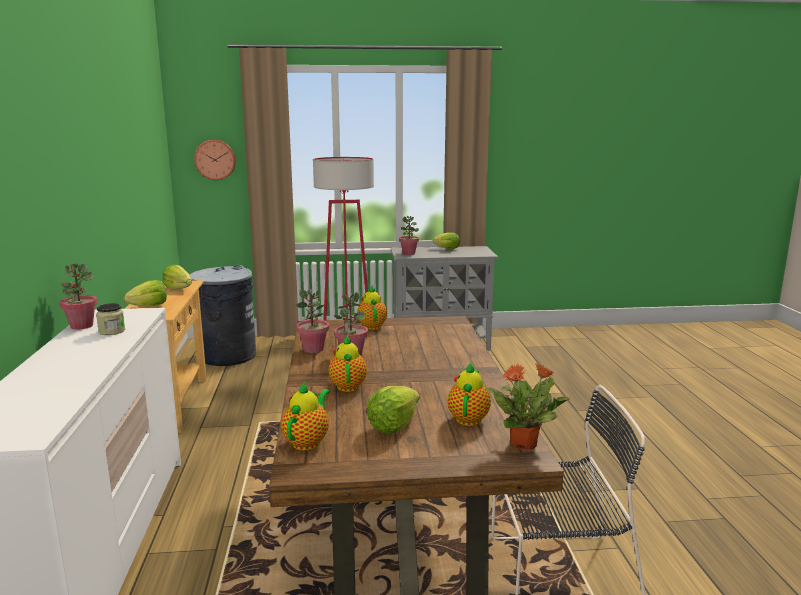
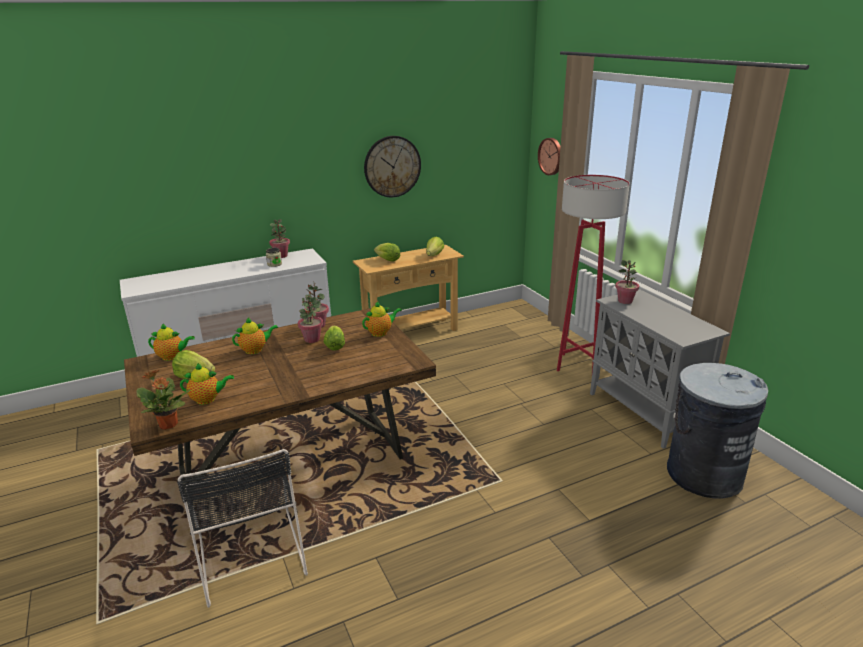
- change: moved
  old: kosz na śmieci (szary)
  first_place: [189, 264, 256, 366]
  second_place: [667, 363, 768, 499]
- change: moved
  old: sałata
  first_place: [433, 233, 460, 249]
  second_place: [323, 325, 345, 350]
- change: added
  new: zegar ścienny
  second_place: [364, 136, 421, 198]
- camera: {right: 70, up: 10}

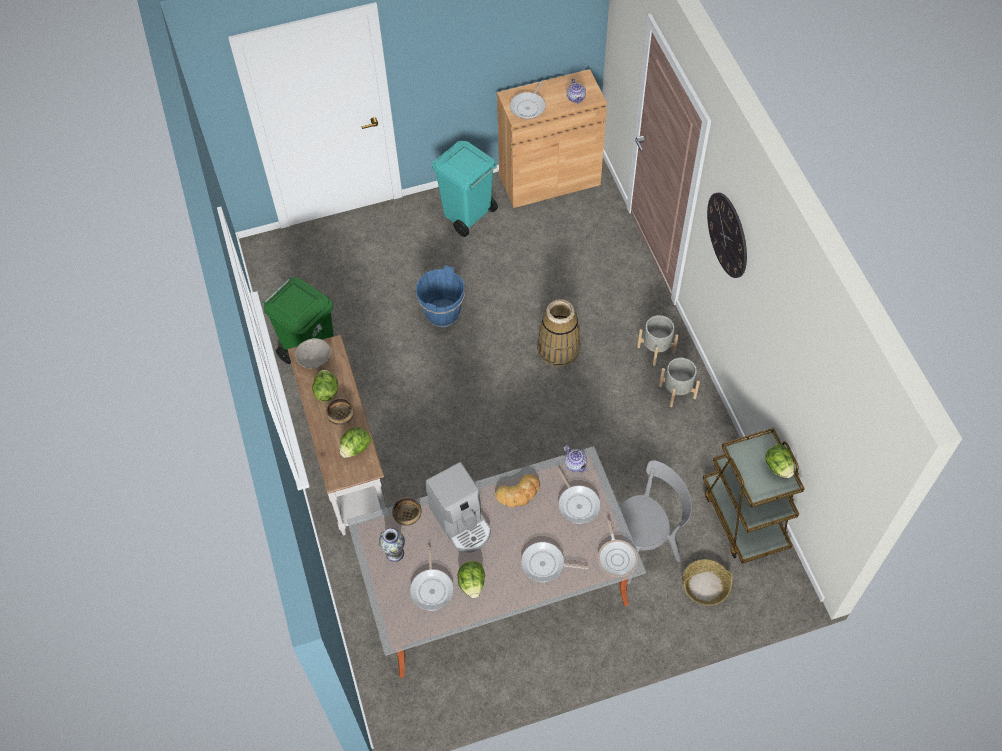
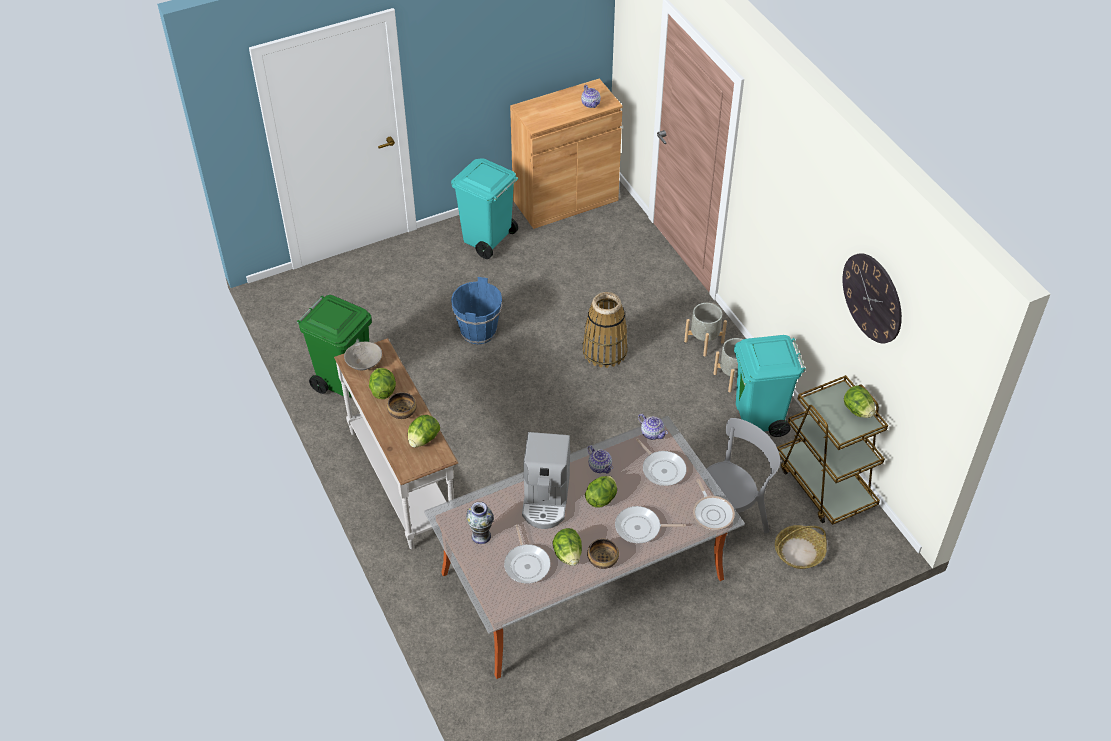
- change: moved
  old: miska
  first_place: [392, 497, 421, 526]
  second_place: [587, 538, 619, 569]
- change: turned
  old: ekspres do kawy
  first_place: [425, 462, 491, 552]
  second_place: [522, 432, 571, 529]
  degrees: 45
- change: replaced
  old: chleb
  new: imbryk
  first_place: [495, 474, 540, 507]
  second_place: [587, 445, 613, 473]
- change: removed
  old: patelnia
  first_place: [510, 81, 546, 119]
- change: moved
  old: zegar ścienny
  first_place: [707, 192, 747, 278]
  second_place: [843, 253, 902, 343]
- change: added
  new: sałata
  second_place: [585, 476, 617, 508]
- change: added
  new: kosz na śmieci (turkusowy)
  second_place: [734, 335, 806, 437]
- camera: {right: -10, up: -10}

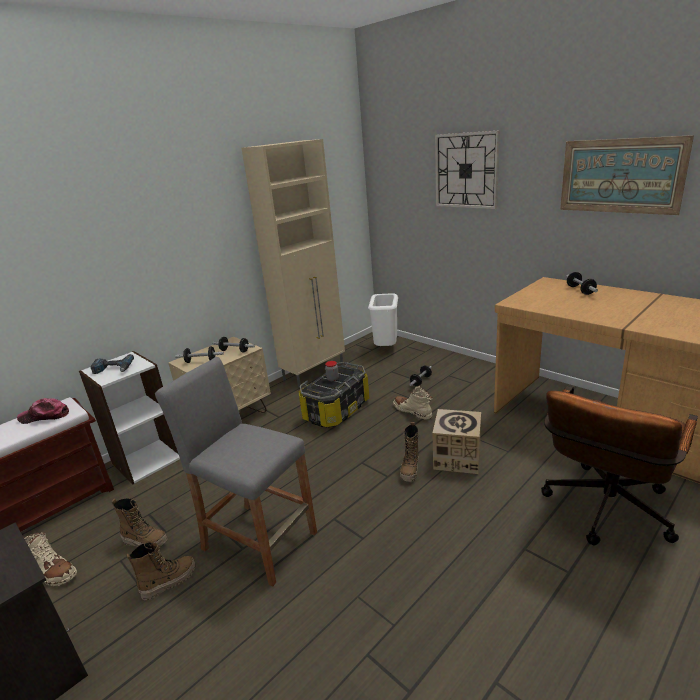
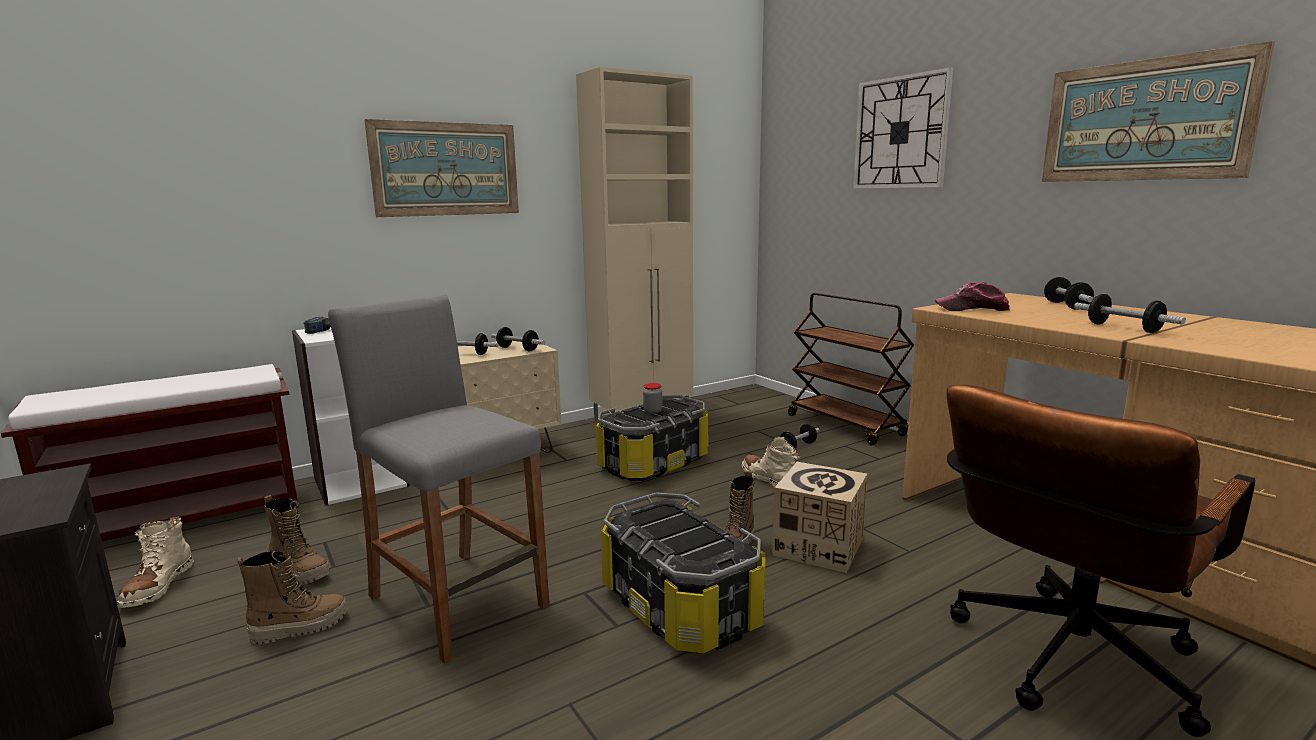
- change: moved
  old: czapka z daszkiem
  first_place: [17, 398, 69, 424]
  second_place: [935, 282, 1010, 311]
- change: turned
  old: but z cholewką (beżowy)
  first_place: [23, 532, 77, 586]
  second_place: [117, 516, 194, 608]
  degrees: 45
- change: removed
  old: kosz na śmieci (biały)
  first_place: [368, 293, 398, 346]
- change: added
  new: obraz
  second_place: [365, 119, 519, 217]
- change: added
  new: pojemnik do przechowywania
  second_place: [601, 493, 765, 654]
- change: added
  new: wózek (brązowy)
  second_place: [788, 293, 914, 446]
- change: added
  new: hantel
  second_place: [1074, 294, 1186, 333]
- camera: {right: 10, up: -10}

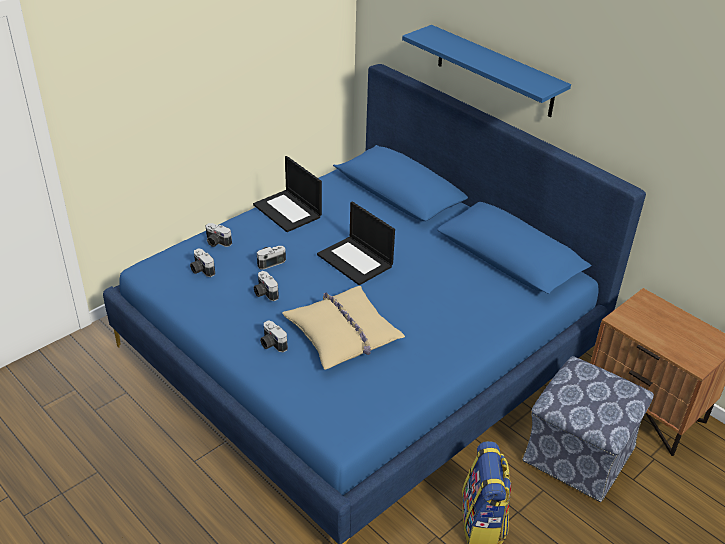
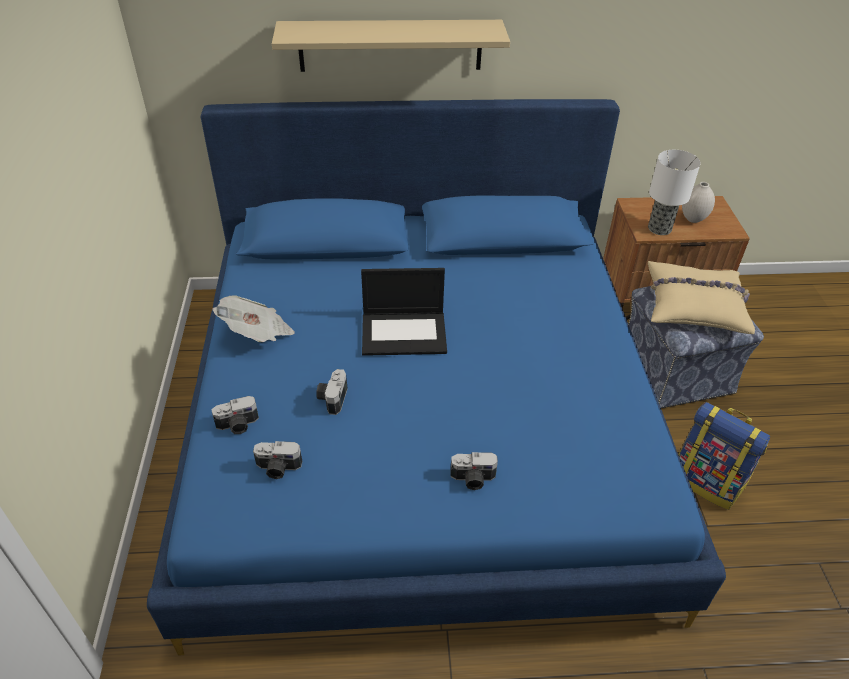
- change: replaced
  old: laptop
  new: gazeta
  first_place: [253, 156, 322, 232]
  second_place: [213, 295, 295, 343]
- change: removed
  old: aparat fotograficzny
  first_place: [254, 271, 279, 301]
- change: moved
  old: poduszka (beżowy)
  first_place: [282, 286, 405, 370]
  second_place: [648, 261, 755, 334]
- change: recoloured
  old: półka (niebieski)
  new: półka (beżowy)
  first_place: [402, 25, 571, 117]
  second_place: [272, 20, 510, 72]
- change: added
  new: lampa stołowa
  second_place: [648, 150, 701, 235]
- change: added
  new: wazon (biały)
  second_place: [682, 182, 715, 223]
- camera: {right: -50, up: 5}

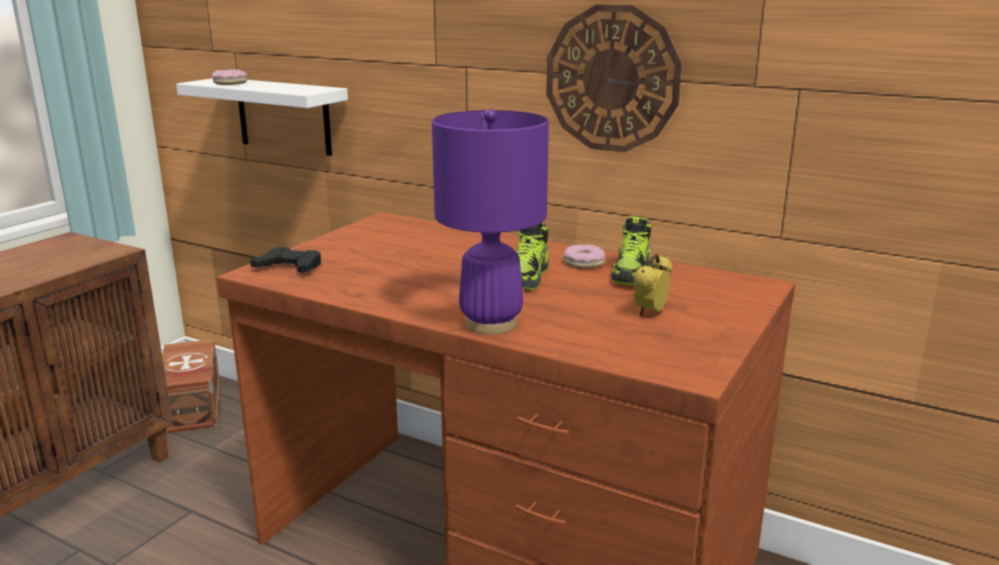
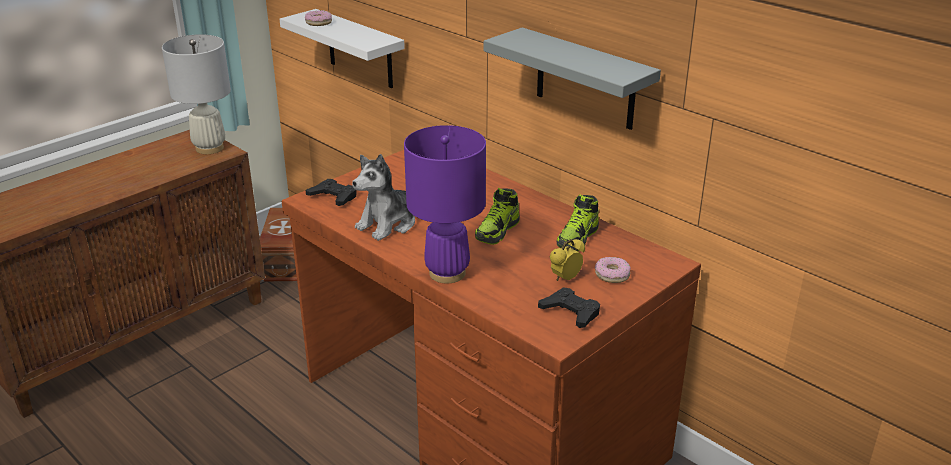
- change: replaced
  old: zegar ścienny
  new: półka (szary)
  first_place: [546, 4, 682, 153]
  second_place: [484, 27, 661, 130]
- change: moved
  old: donut
  first_place: [564, 244, 605, 269]
  second_place: [595, 257, 631, 283]
- change: added
  new: lampa stołowa (biały)
  second_place: [162, 34, 231, 154]
- change: added
  new: pluszak
  second_place: [352, 154, 415, 241]
- change: added
  new: pad do gier (czarny)
  second_place: [538, 287, 600, 328]
- camera: {right: 15, up: 10}

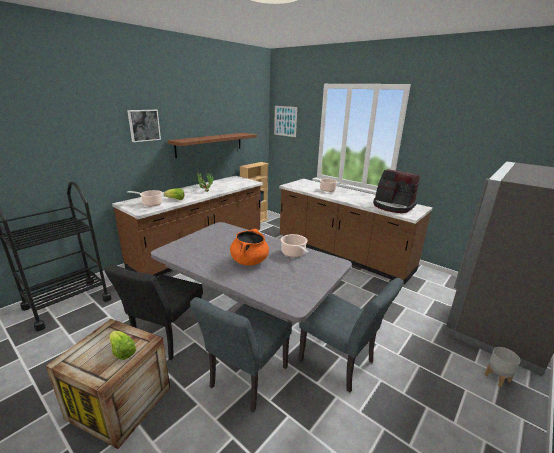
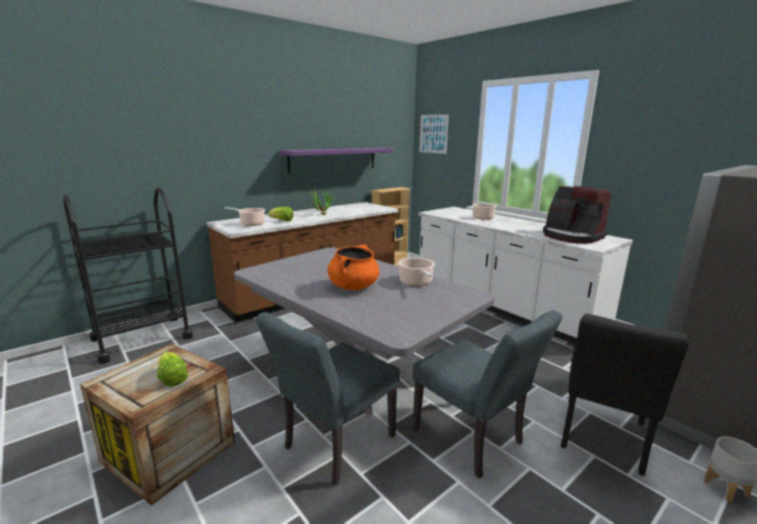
- change: moved
  old: krzesło (czarny)
  first_place: [104, 264, 203, 360]
  second_place: [561, 314, 689, 476]
- change: removed
  old: obraz
  first_place: [127, 110, 161, 142]
- change: recoloured
  old: półka (brązowy)
  new: półka (fioletowy)
  first_place: [167, 133, 257, 158]
  second_place: [279, 148, 394, 173]
- change: recoloured
  old: zabudowa kuchenna (brązowy)
  new: zabudowa kuchenna (biały)
  first_place: [279, 179, 433, 285]
  second_place: [418, 207, 633, 344]
- camera: {right: 10, up: -5}

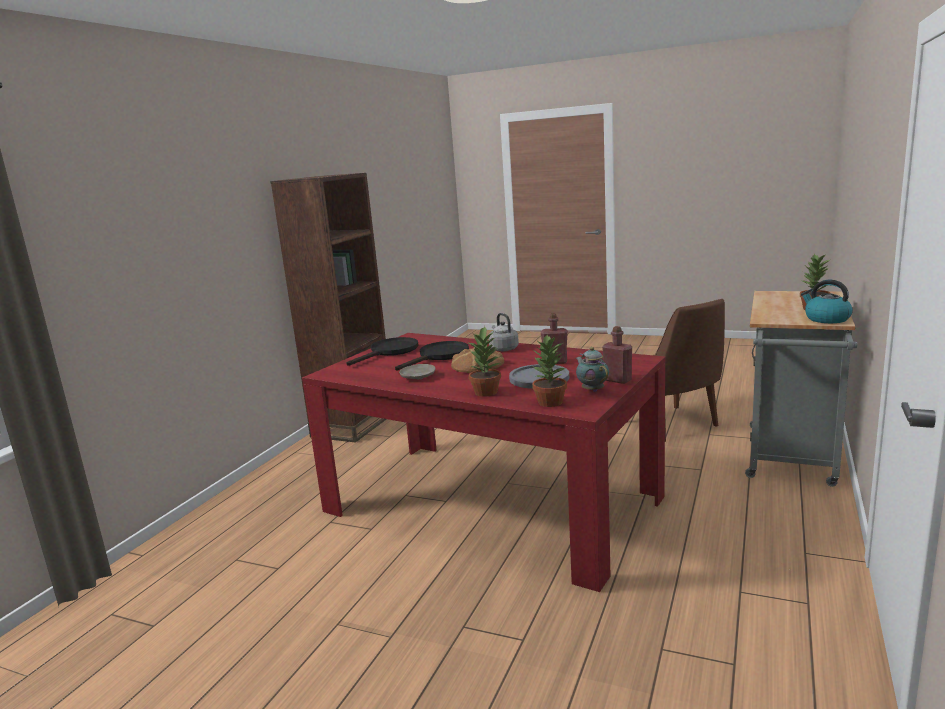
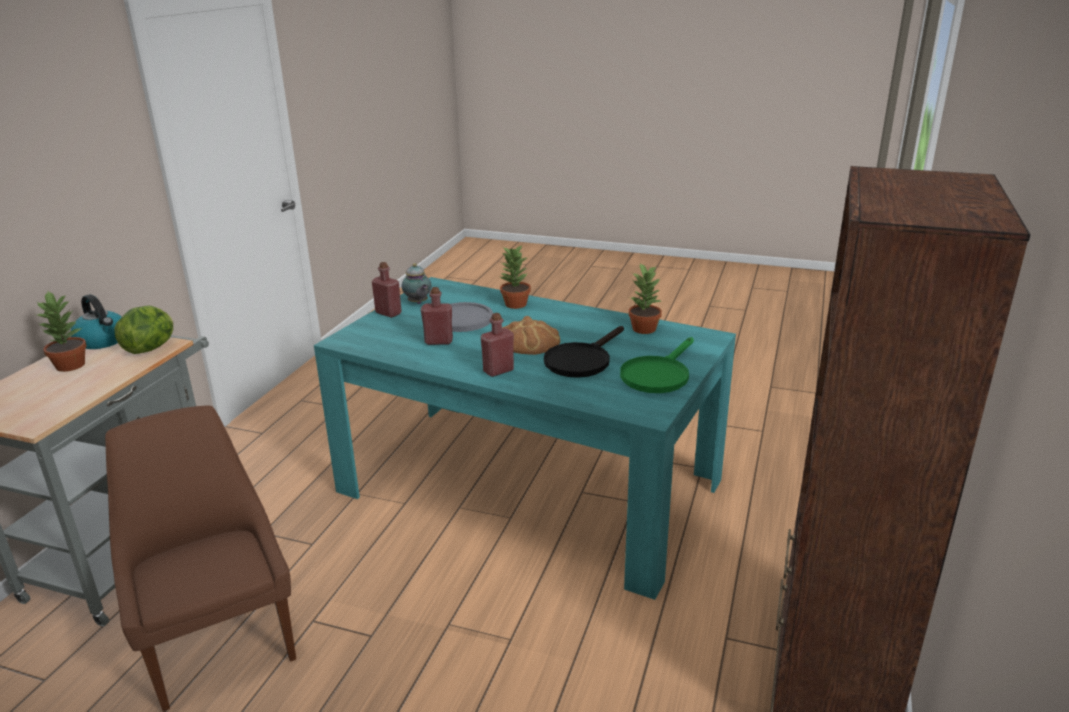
- change: recoloured
  old: stół jadalny (czerwony)
  new: stół jadalny (turkusowy)
  first_place: [302, 333, 665, 592]
  second_place: [314, 277, 736, 600]
- change: recoloured
  old: patelnia (czarny)
  new: patelnia (zielony)
  first_place: [346, 337, 419, 366]
  second_place: [620, 337, 694, 393]
- change: removed
  old: talerz (beżowy)
  first_place: [399, 364, 436, 380]
- change: replaced
  old: czajnik (szary)
  new: butelka (czerwony)
  first_place: [489, 313, 519, 351]
  second_place: [481, 313, 514, 377]
- change: moved
  old: roślina doniczkowa
  first_place: [532, 335, 567, 407]
  second_place: [629, 263, 662, 334]
- change: added
  new: sałata
  second_place: [114, 306, 174, 354]
- camera: {right: 175, up: 10}

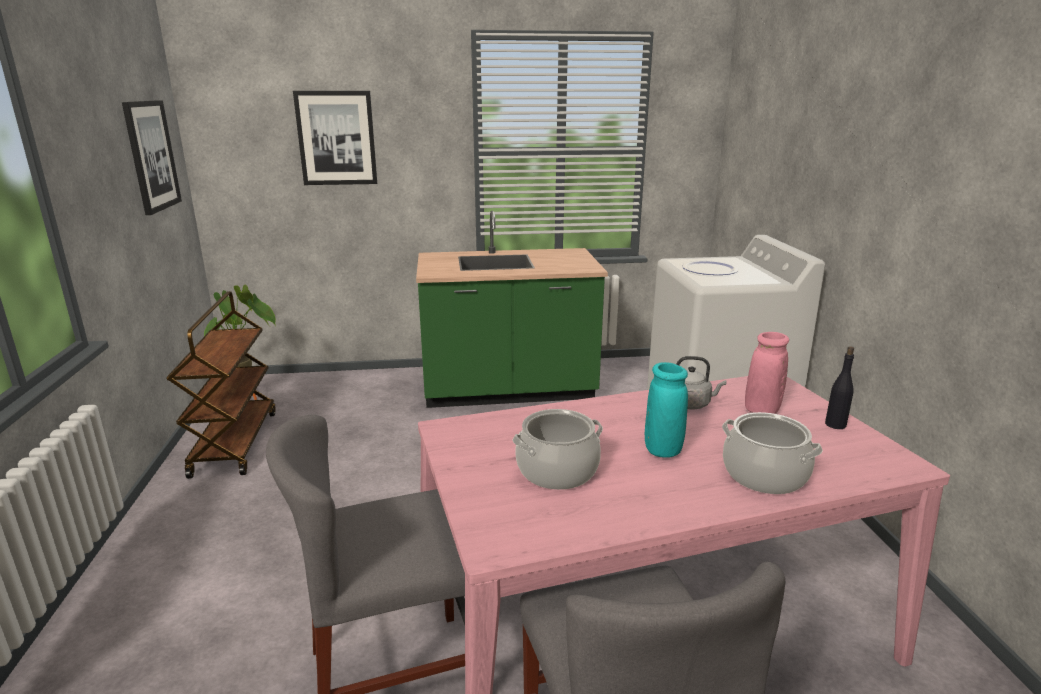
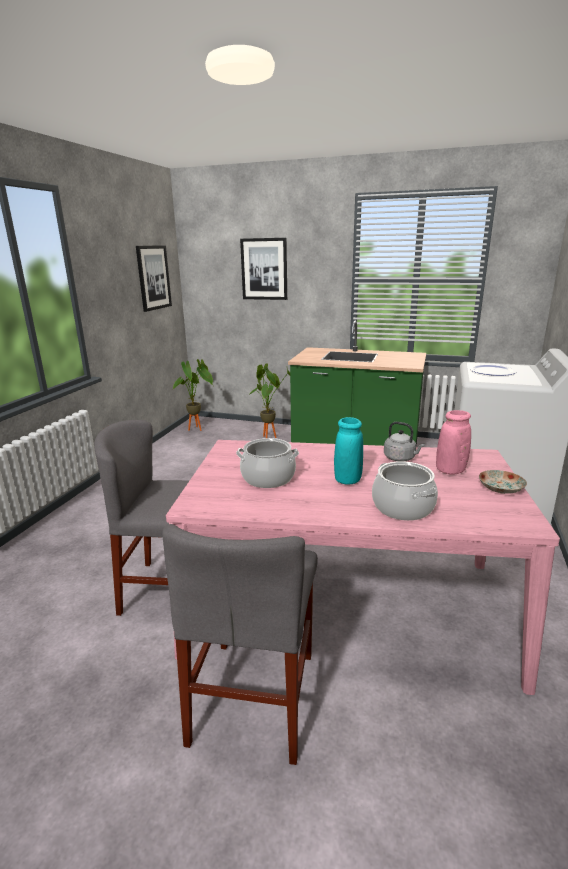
- change: removed
  old: wózek (brązowy)
  first_place: [166, 291, 276, 479]
- change: replaced
  old: butelka (czarny)
  new: talerz
  first_place: [825, 346, 854, 429]
  second_place: [479, 470, 527, 494]
- change: added
  new: roślina doniczkowa
  second_place: [249, 363, 290, 438]
- camera: {right: 25, up: 0}

